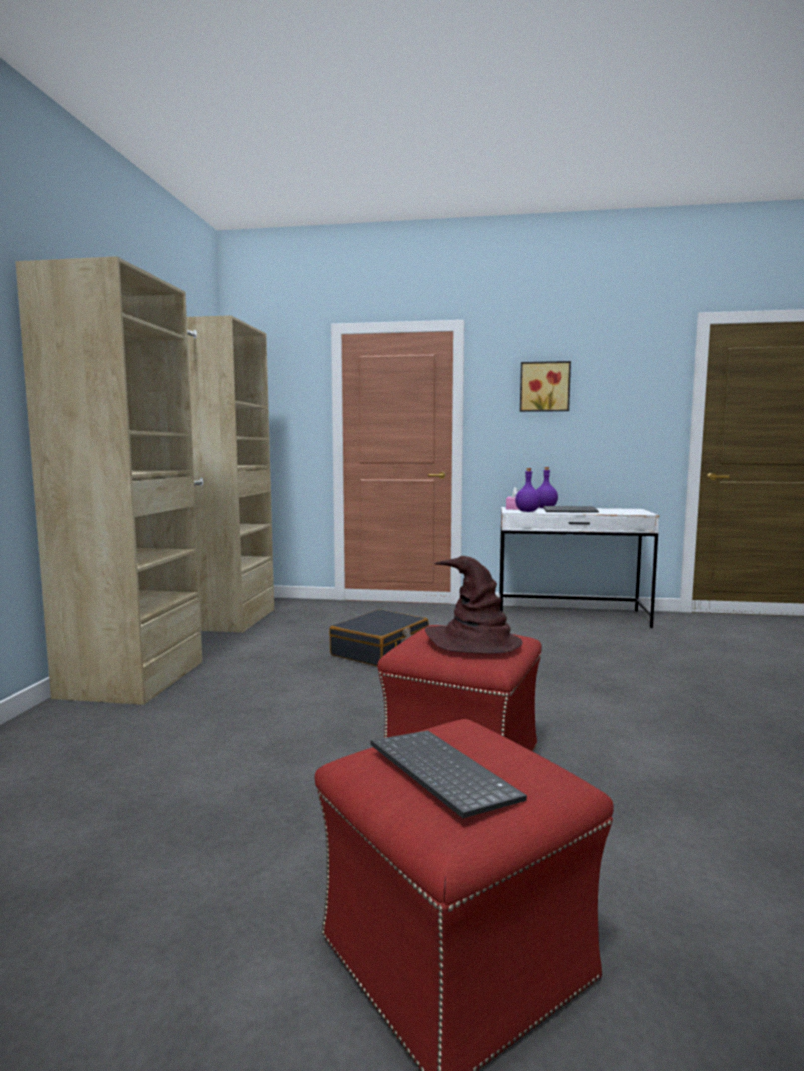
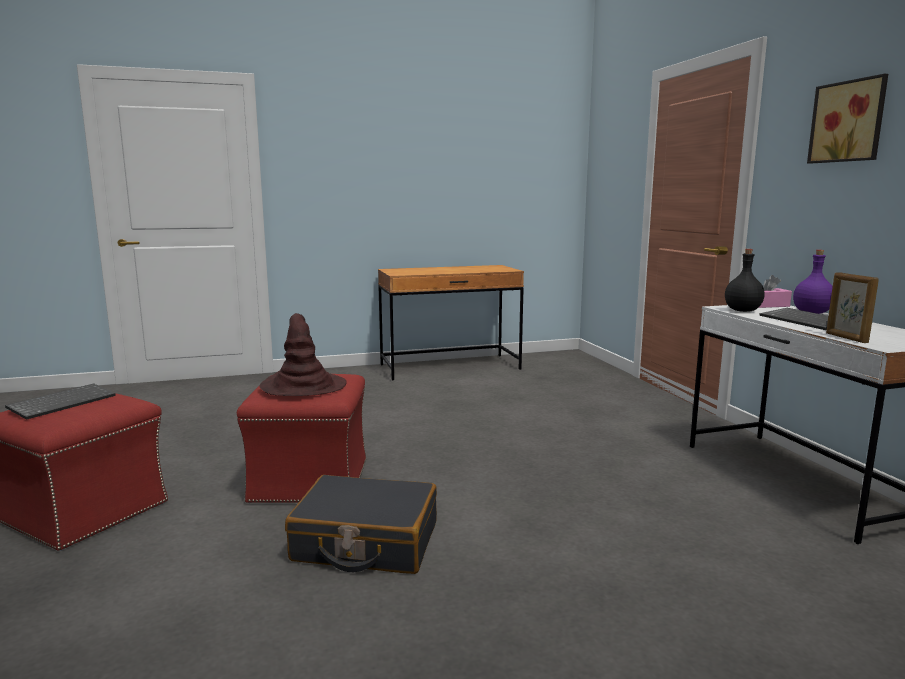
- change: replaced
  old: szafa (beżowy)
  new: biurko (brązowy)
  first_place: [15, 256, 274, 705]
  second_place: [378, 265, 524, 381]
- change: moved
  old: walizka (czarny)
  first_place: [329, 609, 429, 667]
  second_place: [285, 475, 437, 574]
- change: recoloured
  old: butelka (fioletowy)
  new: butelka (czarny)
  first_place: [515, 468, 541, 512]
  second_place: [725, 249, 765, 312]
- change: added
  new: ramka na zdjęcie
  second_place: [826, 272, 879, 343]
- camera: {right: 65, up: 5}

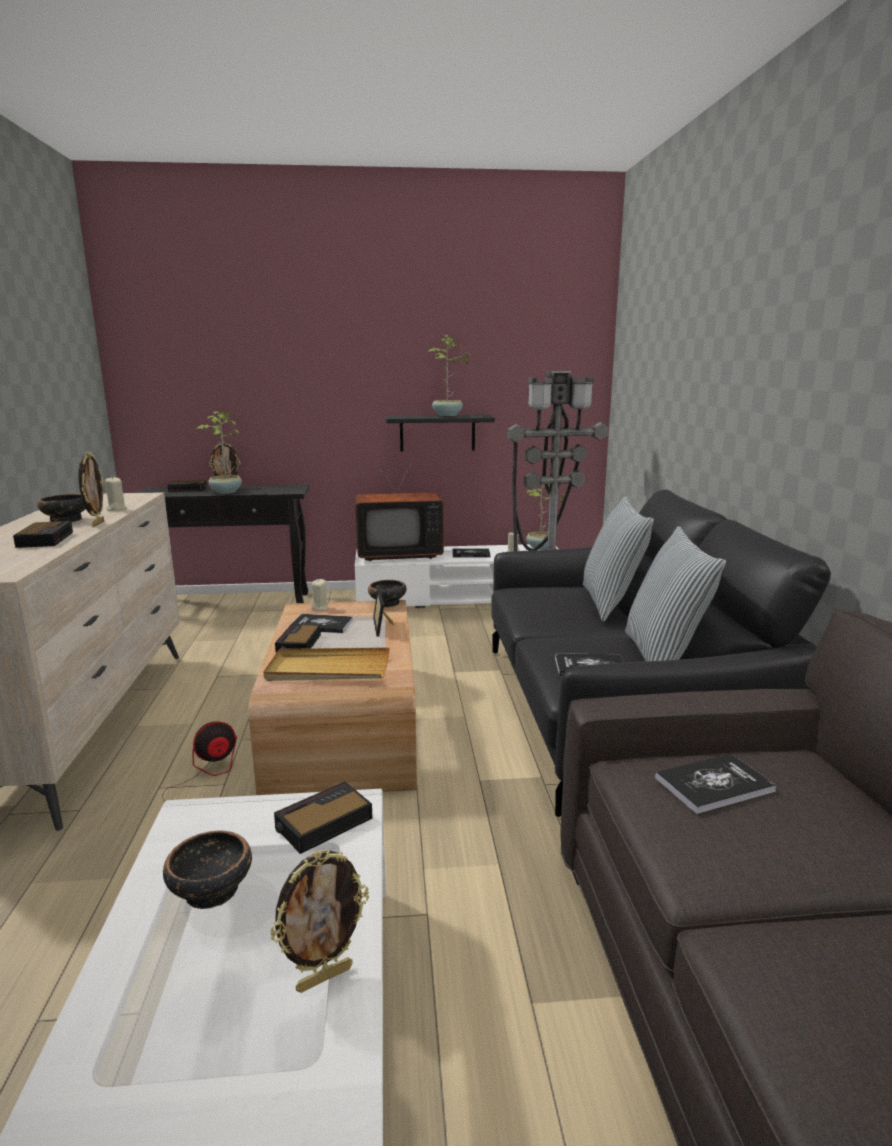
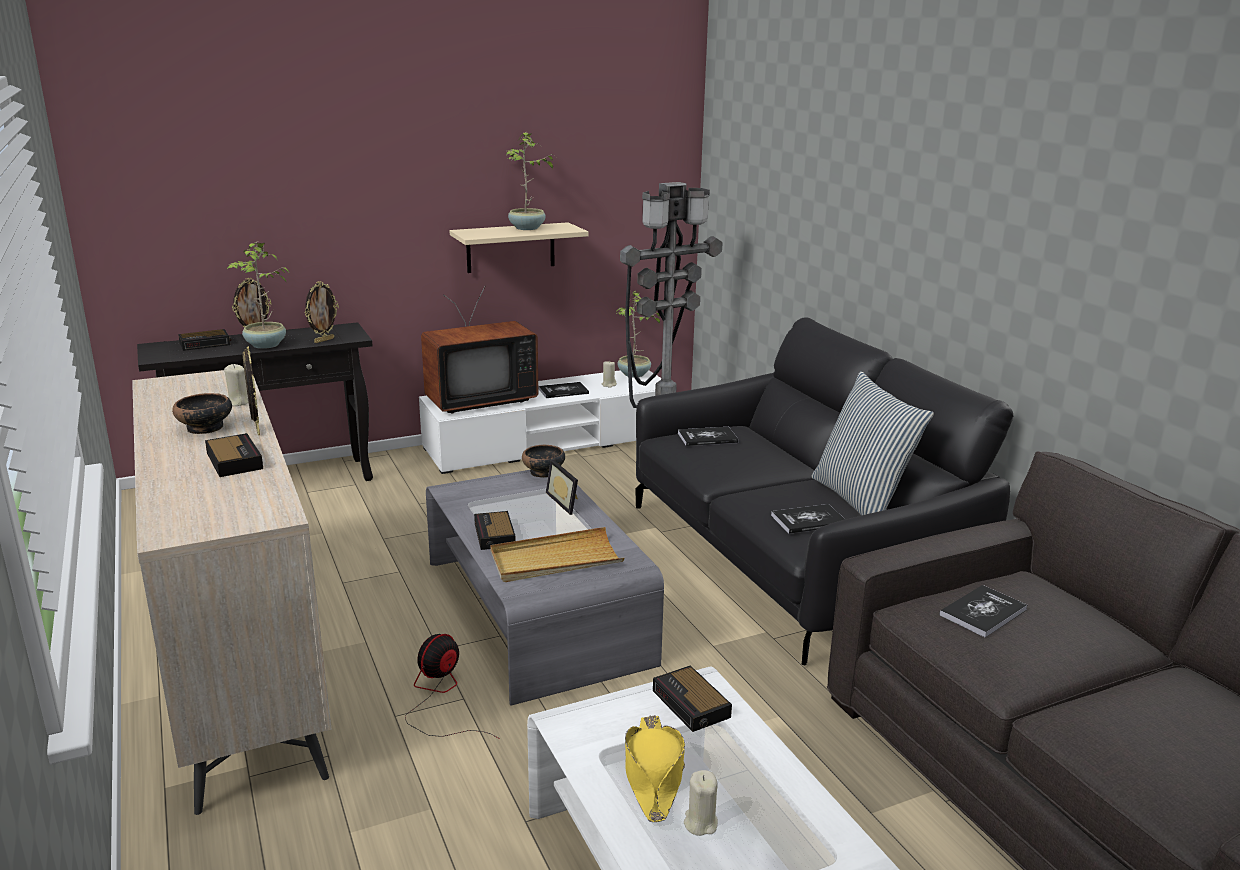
- change: replaced
  old: miska
  new: kapelusz (żółty)
  first_place: [163, 831, 252, 909]
  second_place: [625, 715, 685, 822]
- change: recoloured
  old: ława (brązowy)
  new: ława (szary)
  first_place: [248, 600, 417, 795]
  second_place: [426, 470, 664, 706]
- change: moved
  old: ramka na zdjęcie
  first_place: [270, 850, 369, 993]
  second_place: [304, 281, 339, 343]
- change: turned
  old: budzik
  first_place: [274, 781, 373, 854]
  second_place: [653, 665, 732, 732]
  degrees: -60
- change: moved
  old: książka
  first_place: [292, 614, 353, 633]
  second_place: [678, 427, 739, 446]
- change: moved
  old: świeca (beżowy)
  first_place: [311, 579, 329, 611]
  second_place: [684, 770, 718, 836]
- change: recoloured
  old: półka (czarny)
  new: półka (beżowy)
  first_place: [386, 414, 495, 452]
  second_place: [449, 222, 588, 273]
- change: removed
  old: poduszka
  first_place: [583, 497, 654, 622]
- camera: {right: -20, up: 5}

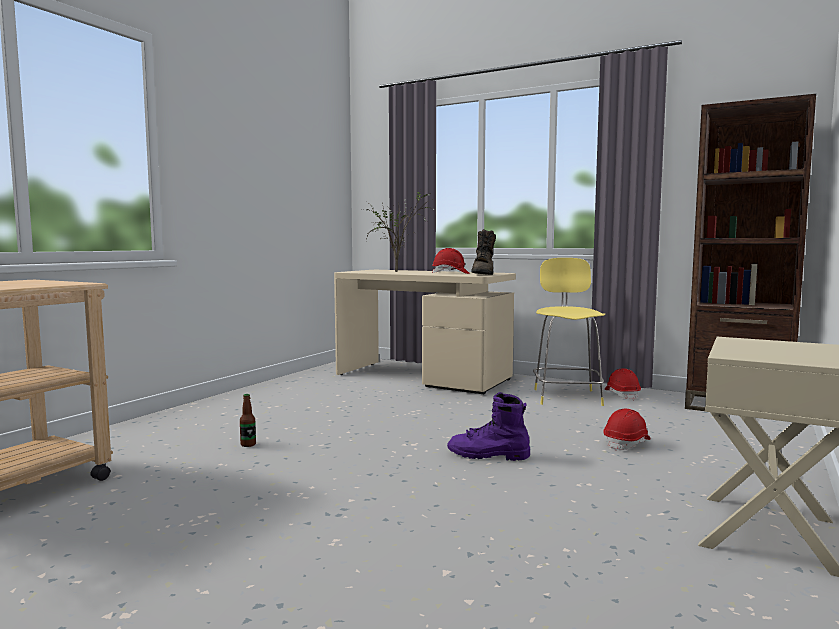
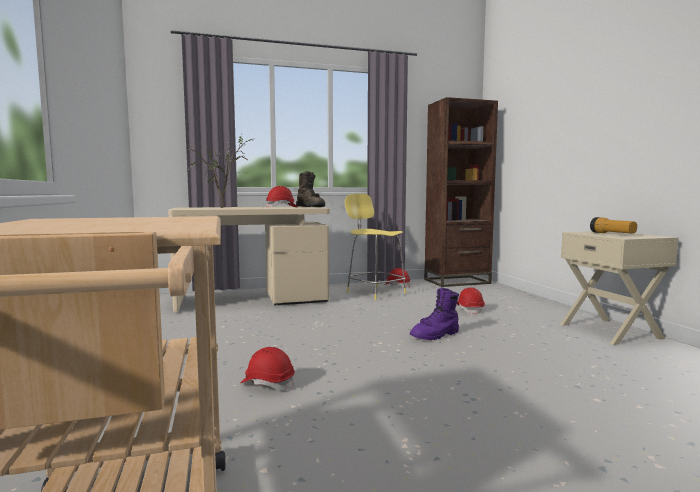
- change: replaced
  old: butelka
  new: kask (czerwony)
  first_place: [240, 394, 256, 447]
  second_place: [240, 347, 295, 390]
- change: added
  new: latarka
  second_place: [590, 217, 637, 234]
- camera: {right: -45, up: 0}

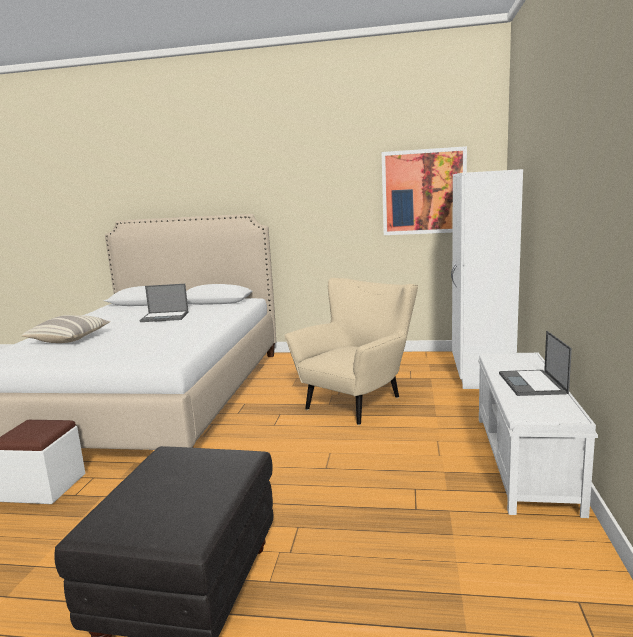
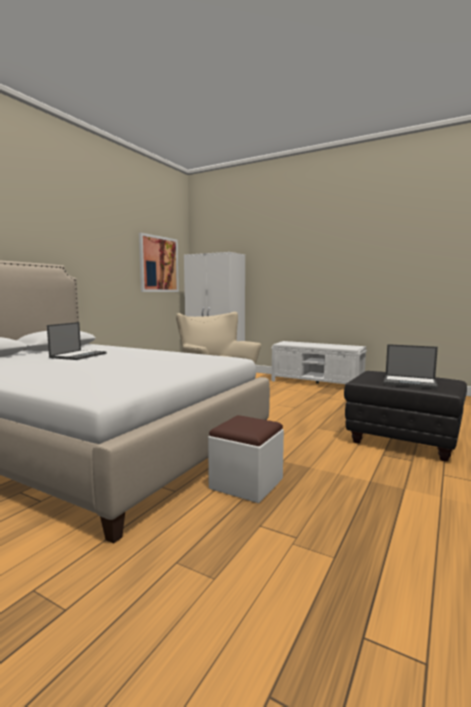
- change: removed
  old: poduszka
  first_place: [22, 315, 111, 343]
- change: moved
  old: laptop
  first_place: [499, 331, 572, 396]
  second_place: [384, 344, 438, 389]
- camera: {right: -70, up: -5}

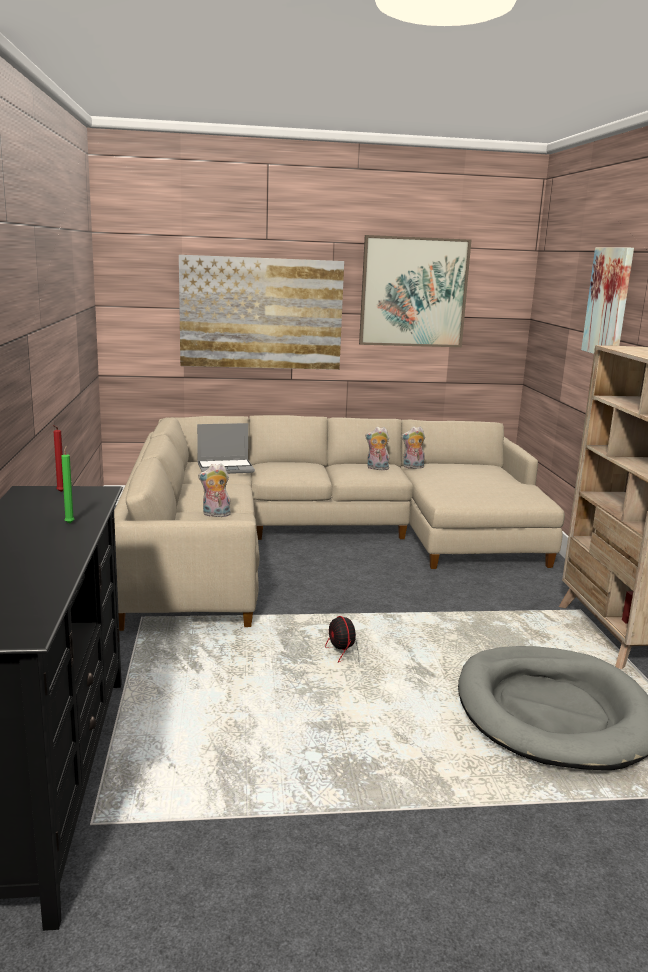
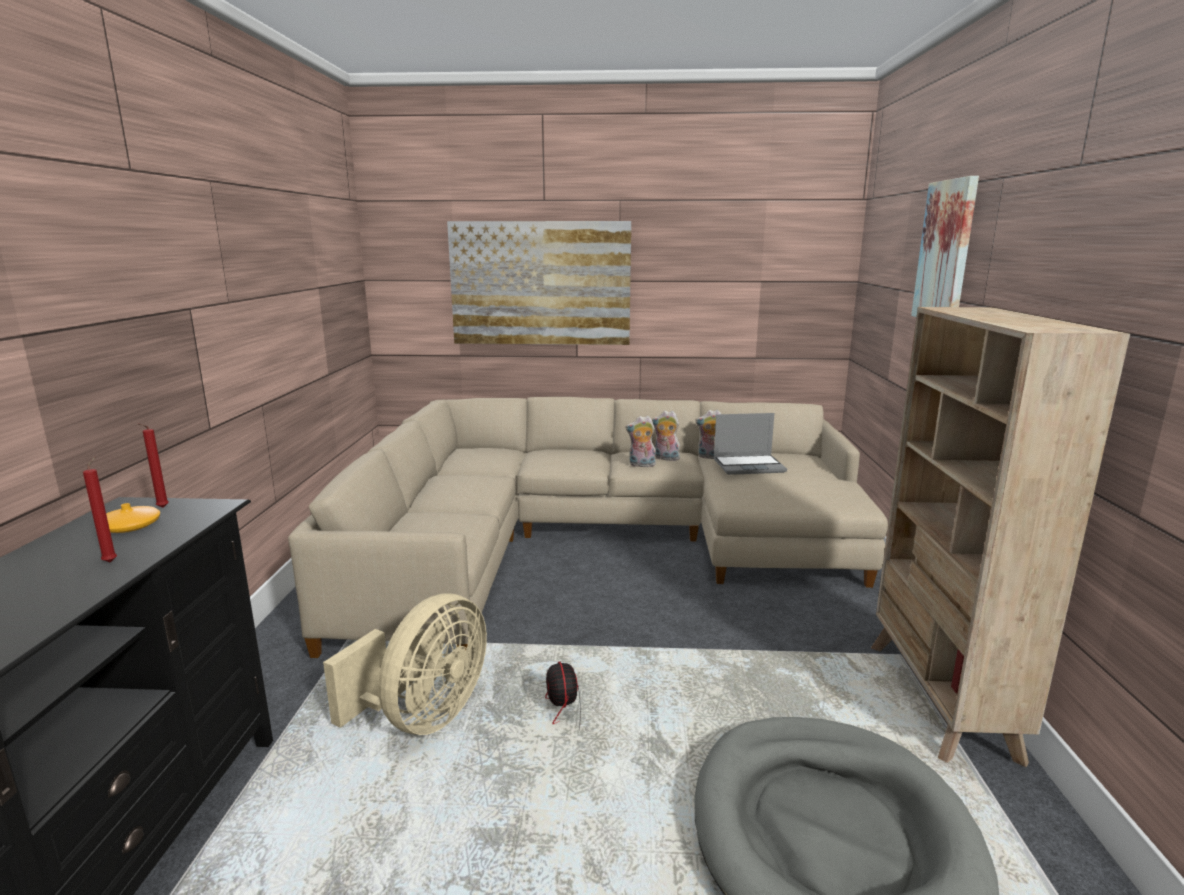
- change: recoloured
  old: świeca (zielony)
  new: świeca (czerwony)
  first_place: [61, 446, 75, 524]
  second_place: [83, 456, 117, 562]
- change: moved
  old: laptop
  first_place: [197, 423, 255, 474]
  second_place: [713, 413, 787, 475]
- change: moved
  old: pluszak
  first_place: [198, 464, 231, 517]
  second_place: [625, 416, 656, 467]
- change: removed
  old: obraz
  first_place: [359, 235, 471, 347]
- change: added
  new: wazon (pomarańczowy)
  second_place: [106, 503, 160, 533]
- change: added
  new: wentylator (beżowy)
  second_place: [323, 593, 487, 735]
- camera: {right: 10, up: 0}

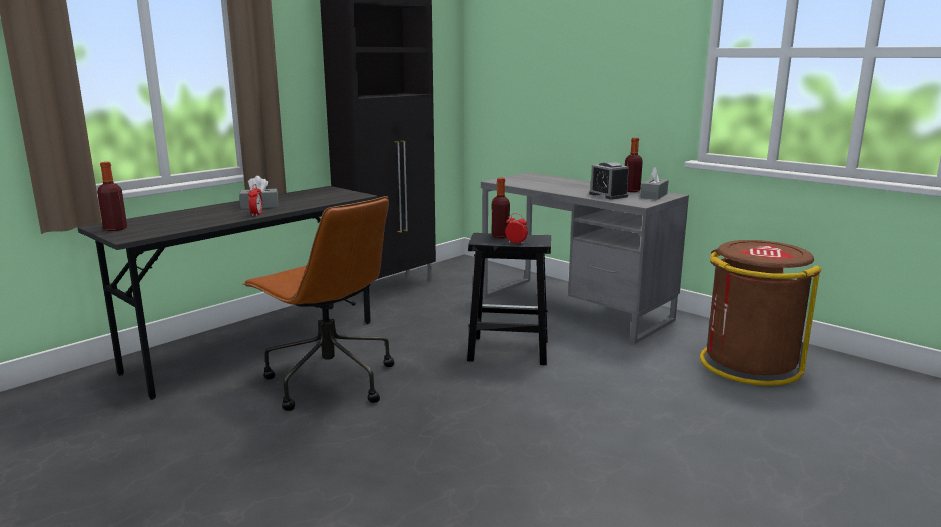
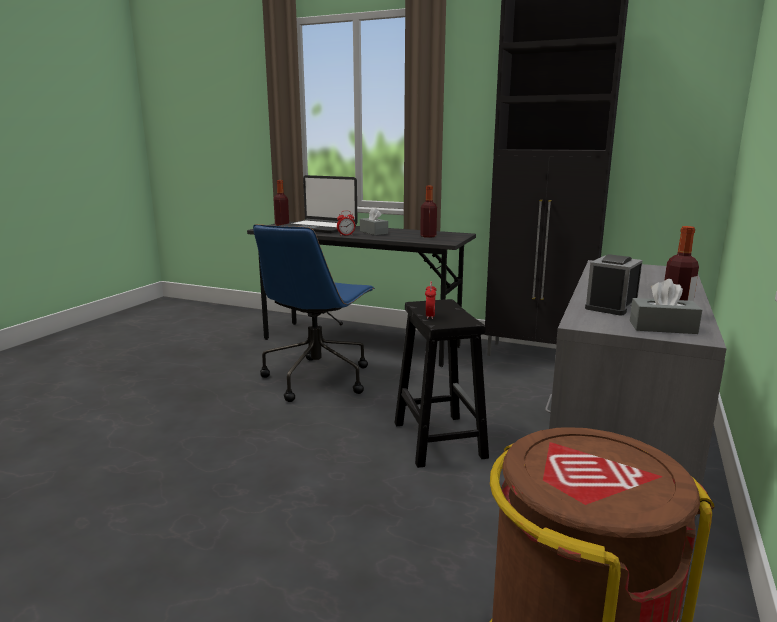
- change: recoloured
  old: krzesło biurowe (brązowy)
  new: krzesło biurowe (niebieski)
  first_place: [242, 196, 395, 411]
  second_place: [253, 224, 375, 402]
- change: moved
  old: butelka
  first_place: [491, 178, 510, 238]
  second_place: [420, 186, 437, 238]
- change: added
  new: laptop
  second_place: [279, 175, 358, 233]
- camera: {right: 70, up: 0}

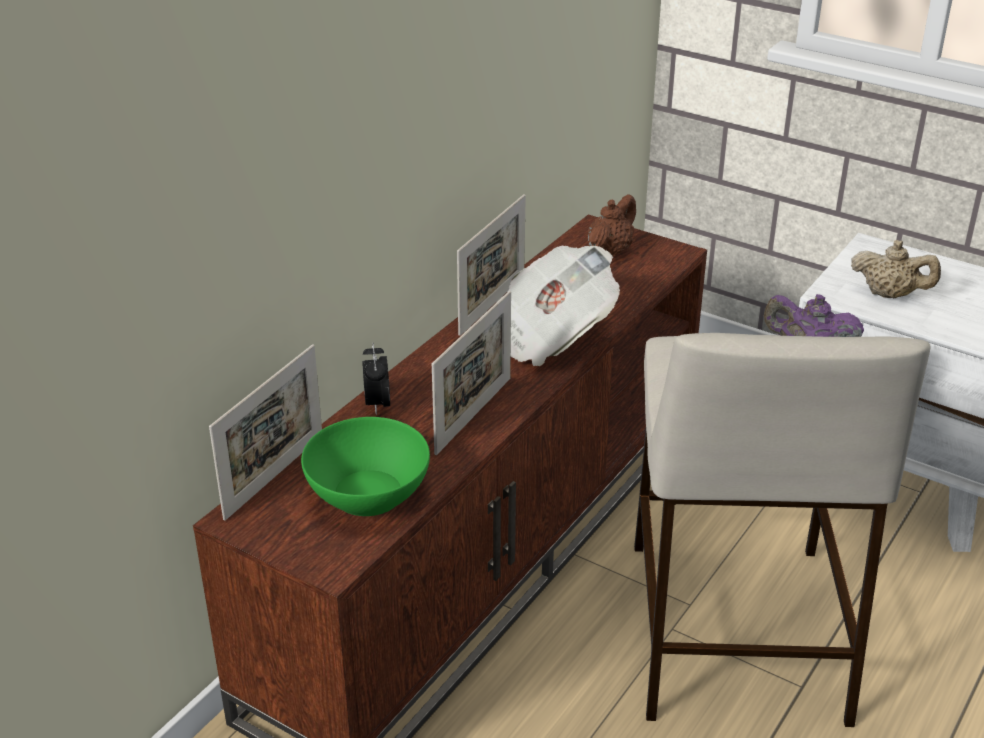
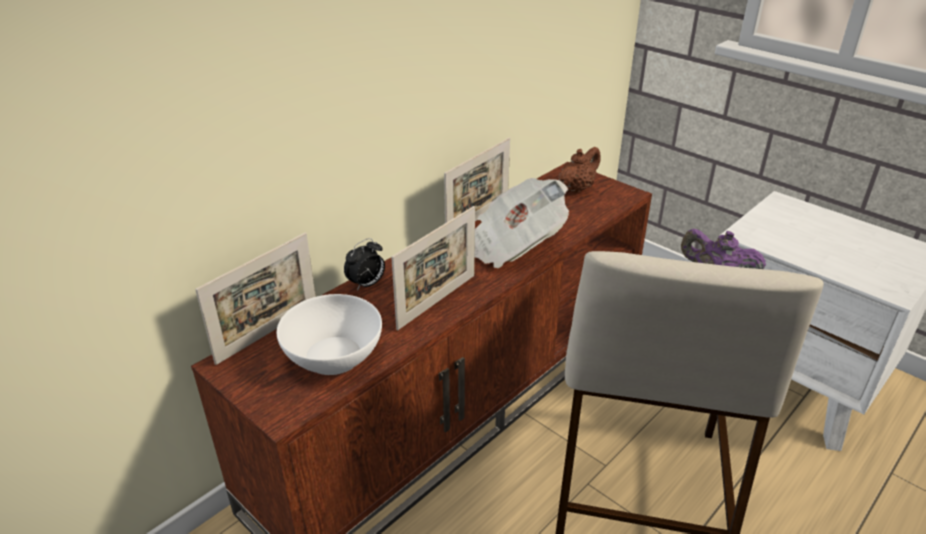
- change: recoloured
  old: miska (zielony)
  new: miska (biały)
  first_place: [301, 417, 430, 516]
  second_place: [277, 294, 382, 375]
- change: turned
  old: budzik
  first_place: [362, 343, 390, 415]
  second_place: [344, 238, 385, 291]
  degrees: -135
- change: removed
  old: imbryk (beżowy)
  first_place: [851, 240, 941, 298]
- camera: {right: 10, up: 0}

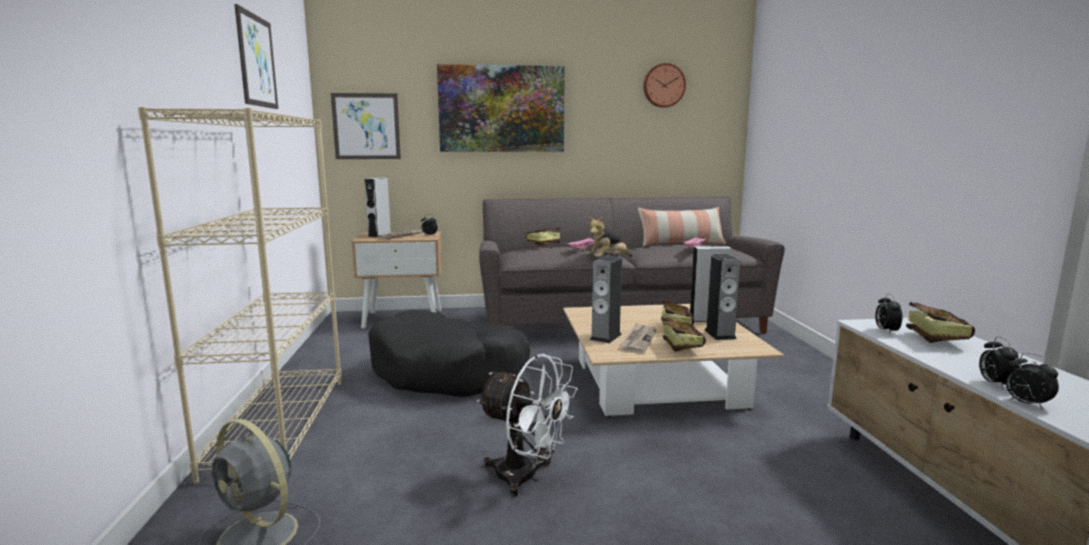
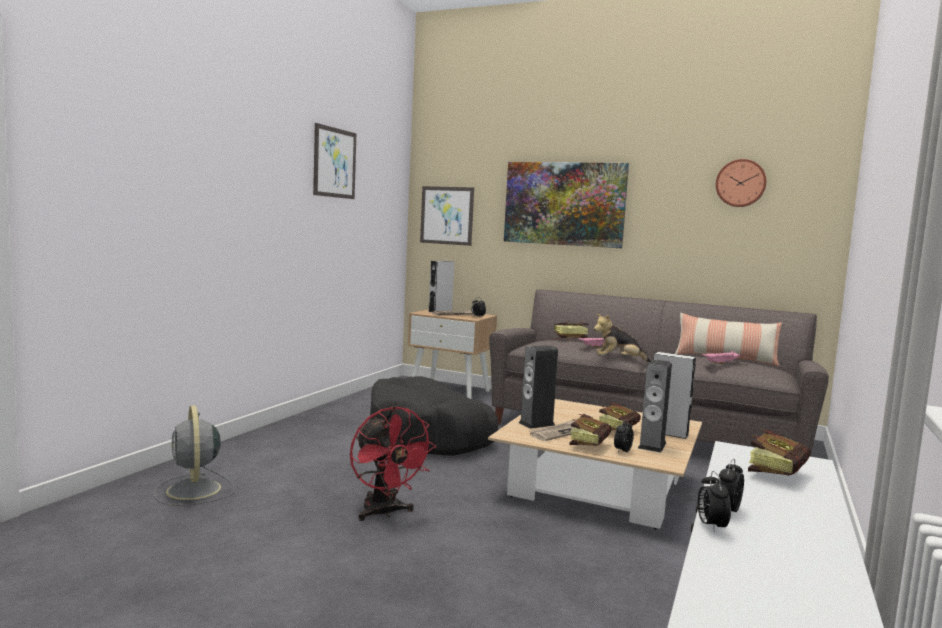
- change: removed
  old: regał (beżowy)
  first_place: [138, 107, 342, 484]
- change: recoloured
  old: wentylator (biały)
  new: wentylator (czerwony)
  first_place: [477, 354, 577, 497]
  second_place: [350, 406, 436, 521]
- change: moved
  old: budzik
  first_place: [875, 294, 902, 334]
  second_place: [614, 419, 634, 453]
- camera: {right: 30, up: -5}

